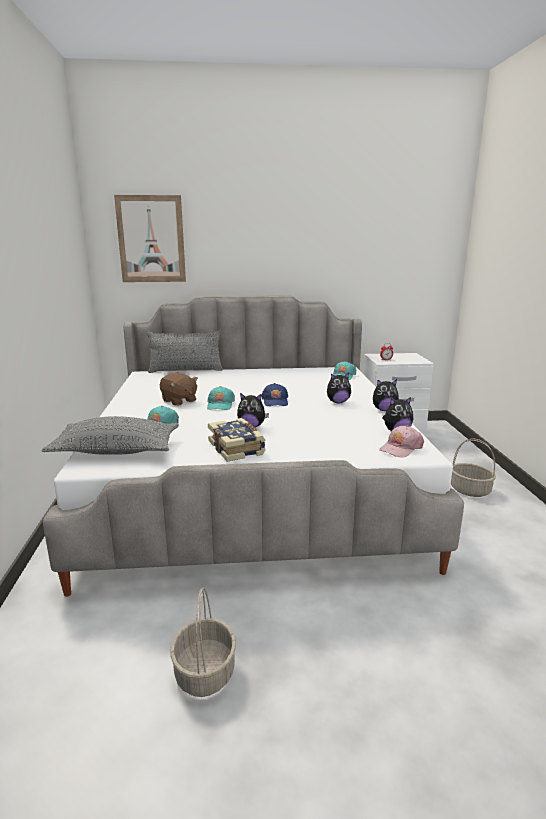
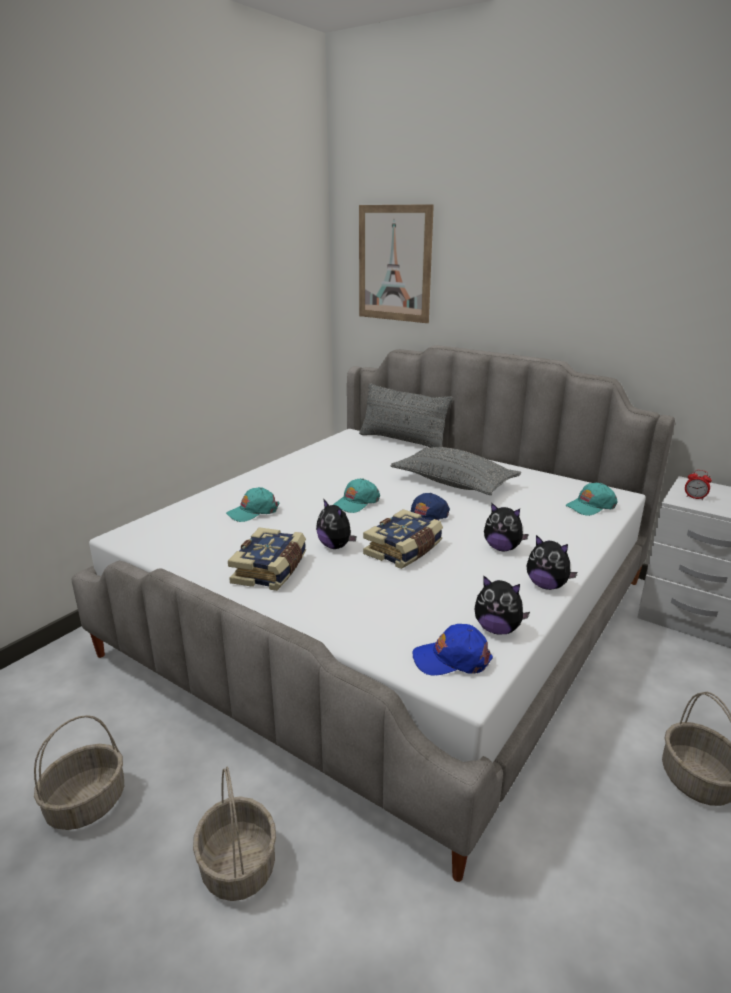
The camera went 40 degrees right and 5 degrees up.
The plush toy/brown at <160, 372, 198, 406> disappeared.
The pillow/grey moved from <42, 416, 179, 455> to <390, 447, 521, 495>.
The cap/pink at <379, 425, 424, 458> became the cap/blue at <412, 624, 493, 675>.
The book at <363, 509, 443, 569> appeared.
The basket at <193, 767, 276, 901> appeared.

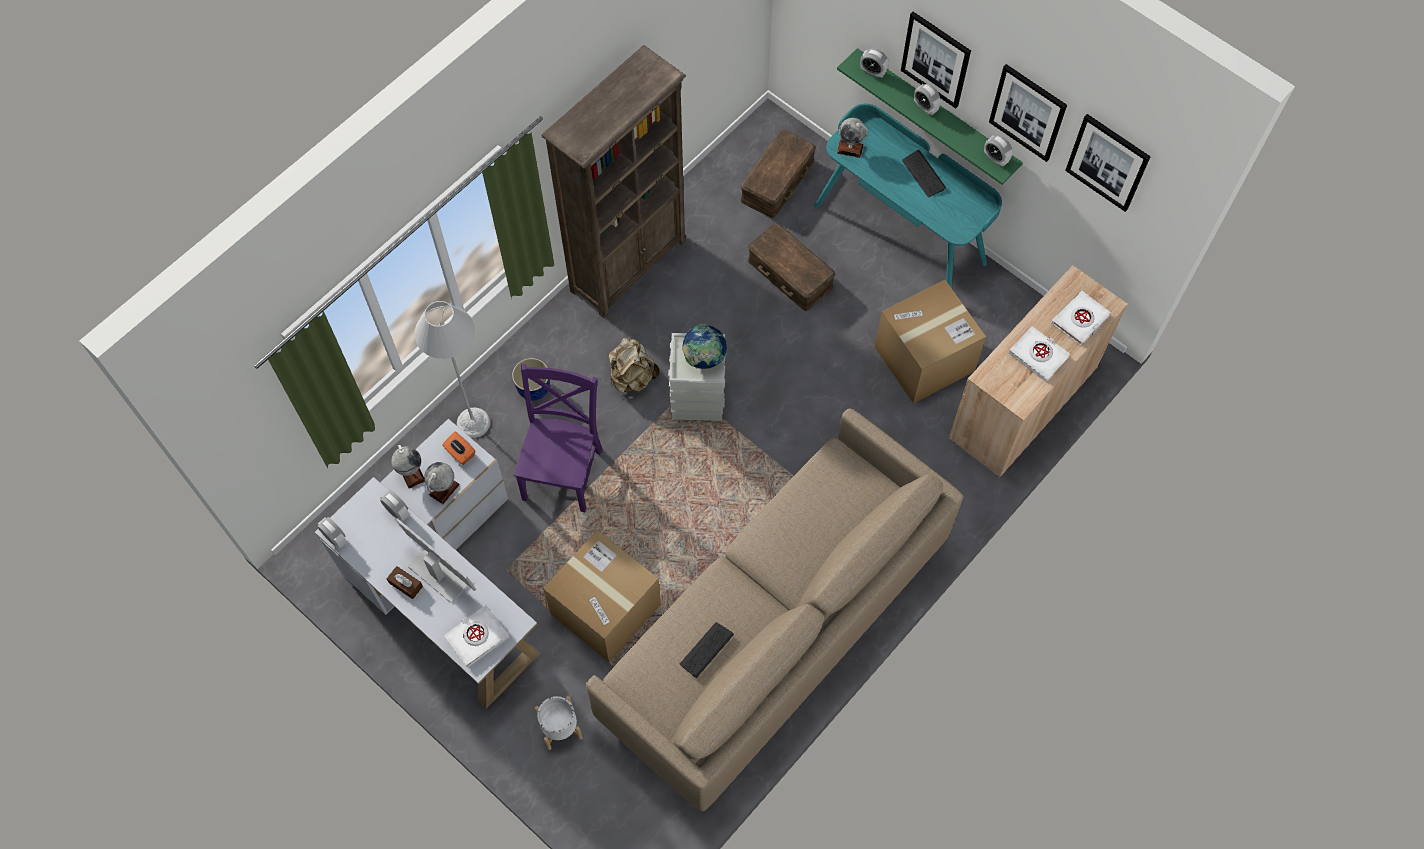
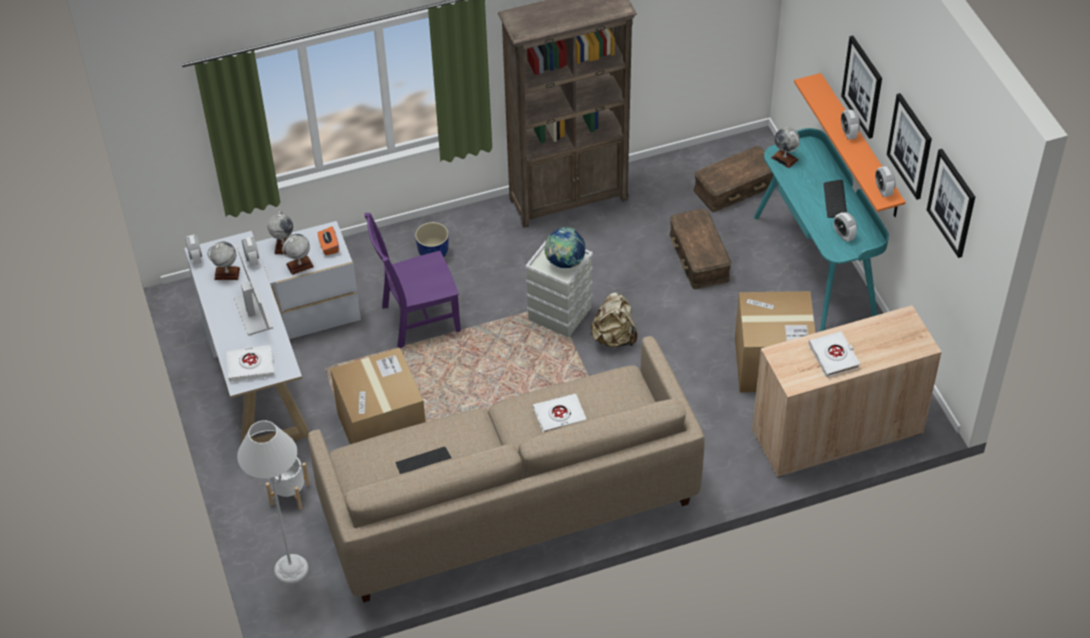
The camera went 30 degrees right and 15 degrees down.
The shelf/green at <837, 48, 1023, 185> became the shelf/orange at <794, 73, 906, 217>.
The alarm clock moved from <860, 48, 889, 78> to <834, 212, 857, 242>.
The book/white moved from <1051, 291, 1111, 346> to <533, 394, 587, 433>.
The floor lamp/grey moved from <415, 301, 490, 438> to <237, 420, 309, 584>.
The backpack/beige moved from <608, 338, 660, 392> to <590, 292, 637, 348>.
The chair/purple at <514, 364, 603, 512> turned 150 degrees counterclockwise.
The tissue box/brown at <387, 566, 423, 599> disappeared.
The globe at <208, 242, 240, 280> appeared.

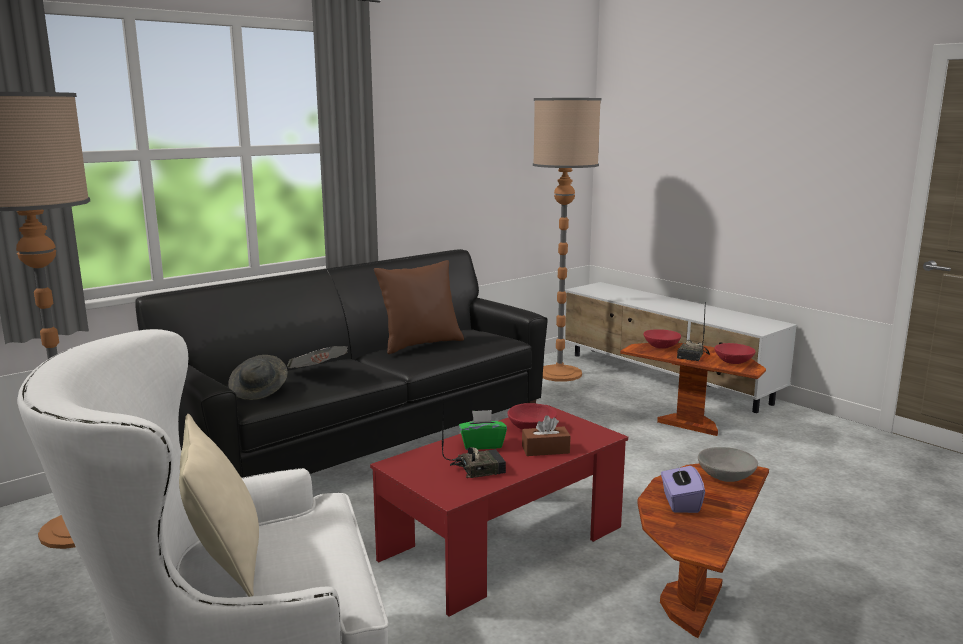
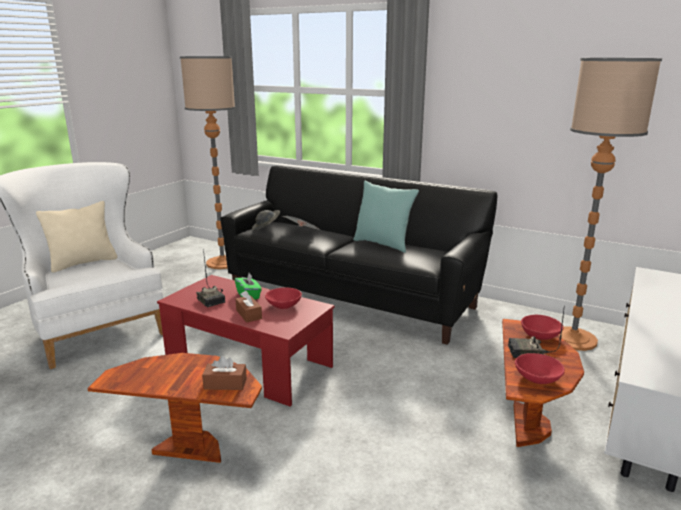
The camera went 70 degrees right and 5 degrees up.
The pillow/brown at <374, 260, 464, 354> became the pillow/turquoise at <353, 181, 419, 253>.
The bowl/grey at <698, 447, 758, 482> was replaced by the tissue box/brown at <202, 356, 247, 390>.
The tissue box/purple at <661, 464, 705, 513> disappeared.

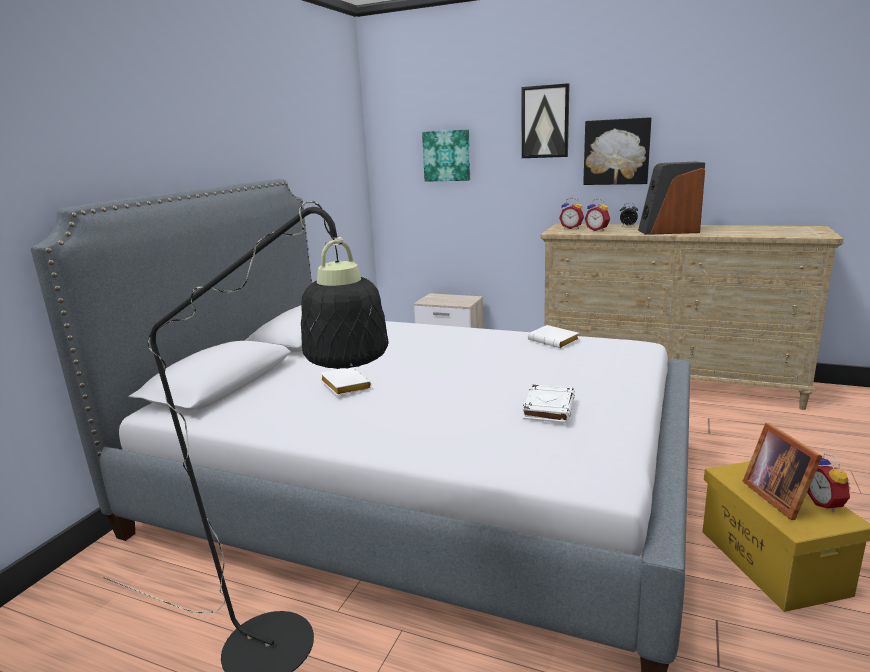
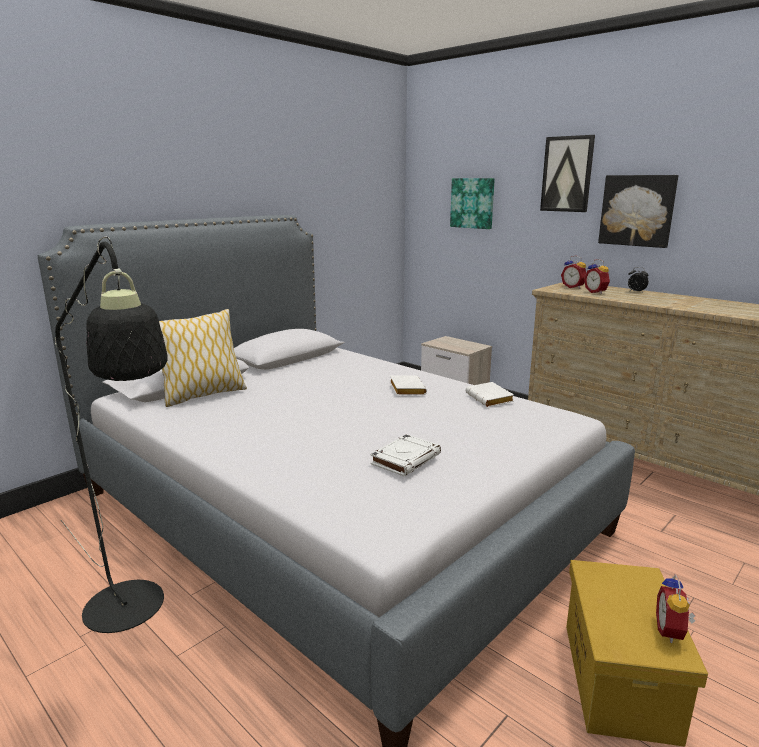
The camera went 20 degrees right and 0 degrees up.
The speaker at <638, 161, 705, 235> disappeared.
The book/white moved from <320, 367, 371, 396> to <390, 375, 427, 395>.
The picture frame at <742, 423, 822, 520> disappeared.
The pillow at <159, 309, 247, 407> appeared.

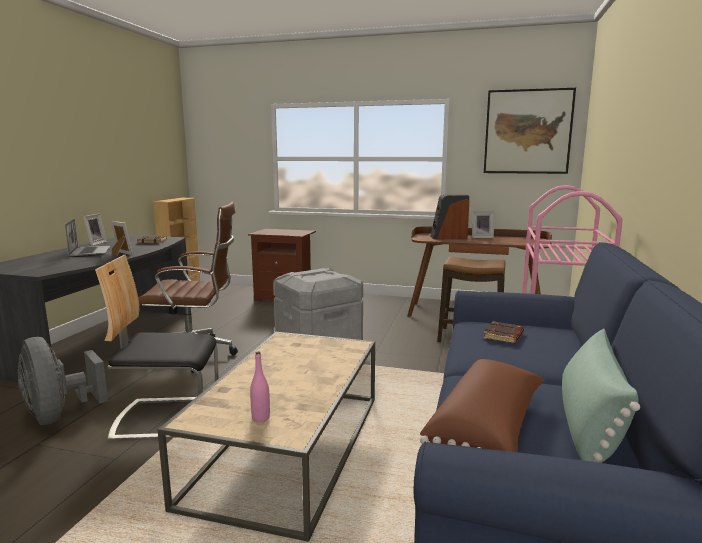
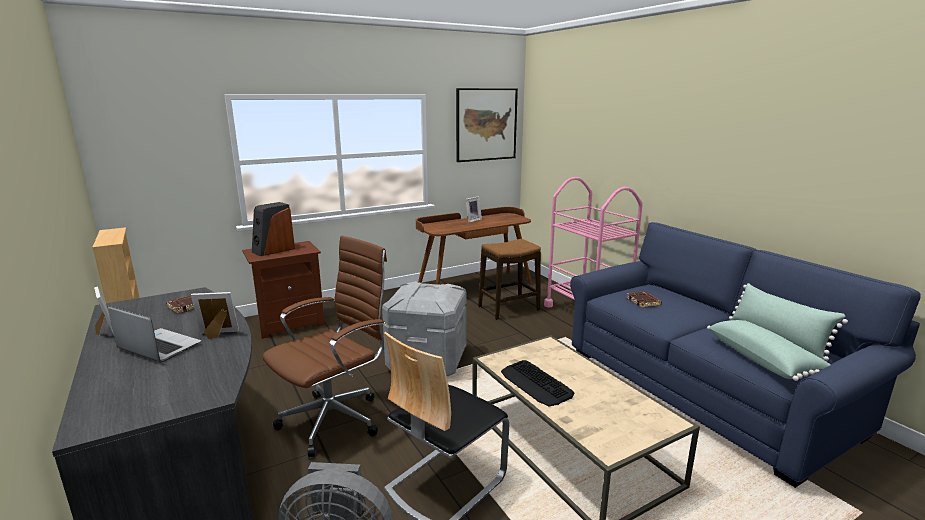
The camera went 45 degrees left and 5 degrees up.
The speaker moved from <430, 194, 469, 239> to <252, 202, 295, 256>.
The bottle/pink at <250, 352, 270, 422> disappeared.
The pillow/brown at <420, 359, 545, 452> became the pillow/green at <707, 320, 831, 381>.
The keyboard at <501, 360, 574, 406> appeared.

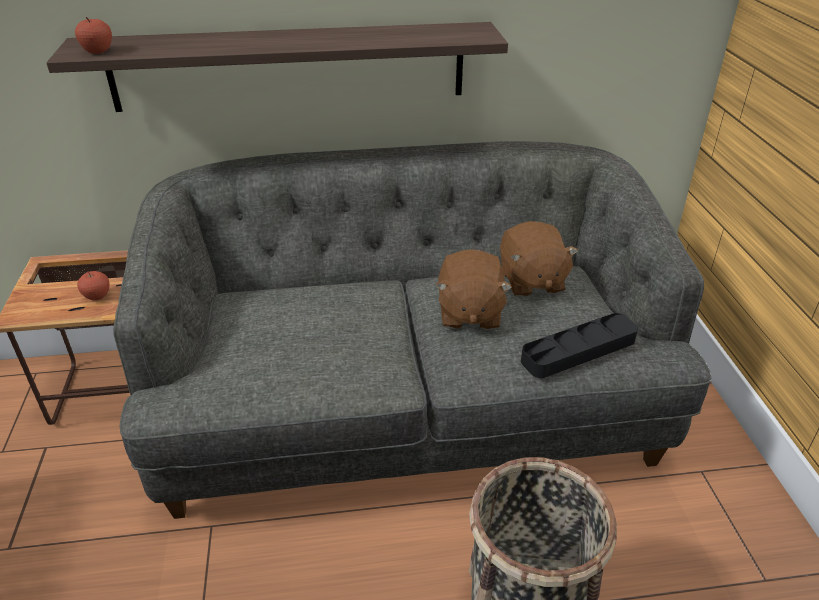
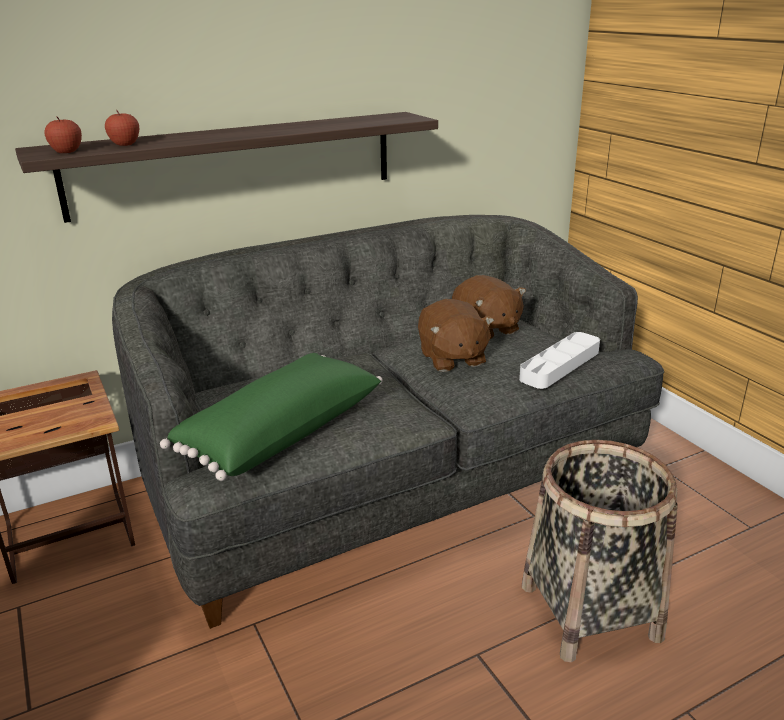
The camera went 20 degrees left and 10 degrees down.
The apple moved from <77, 271, 109, 300> to <105, 110, 139, 146>.
The tray/black at <521, 313, 638, 378> became the tray/white at <519, 332, 600, 389>.
The pillow/green at <160, 353, 383, 481> appeared.

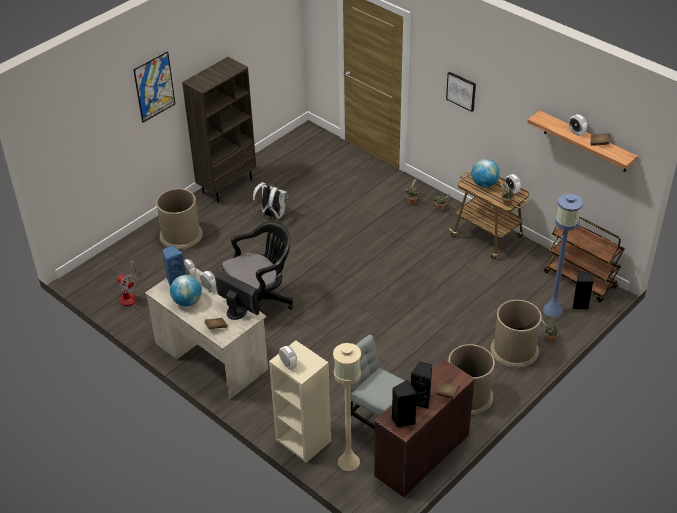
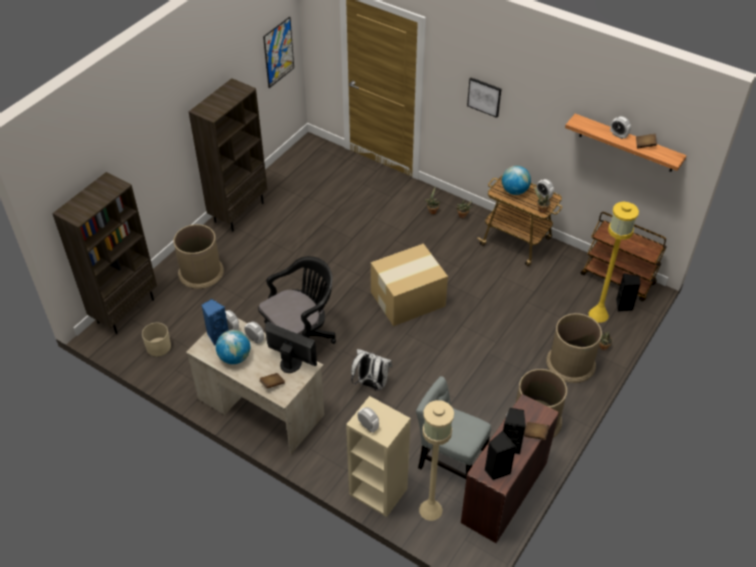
The camera went 10 degrees left and 5 degrees up.
The picture moved from <133, 51, 175, 123> to <263, 17, 294, 88>.
The backpack/white moved from <253, 182, 289, 219> to <351, 349, 392, 391>.
The floor lamp/blue at <543, 194, 583, 317> became the floor lamp/yellow at <589, 202, 639, 323>.
The fan at <117, 260, 139, 306> was replaced by the planter/beige at <142, 322, 171, 356>.
The bookcase/brown at <52, 172, 157, 334> appeared.
The cardboard box at <371, 243, 448, 326> appeared.

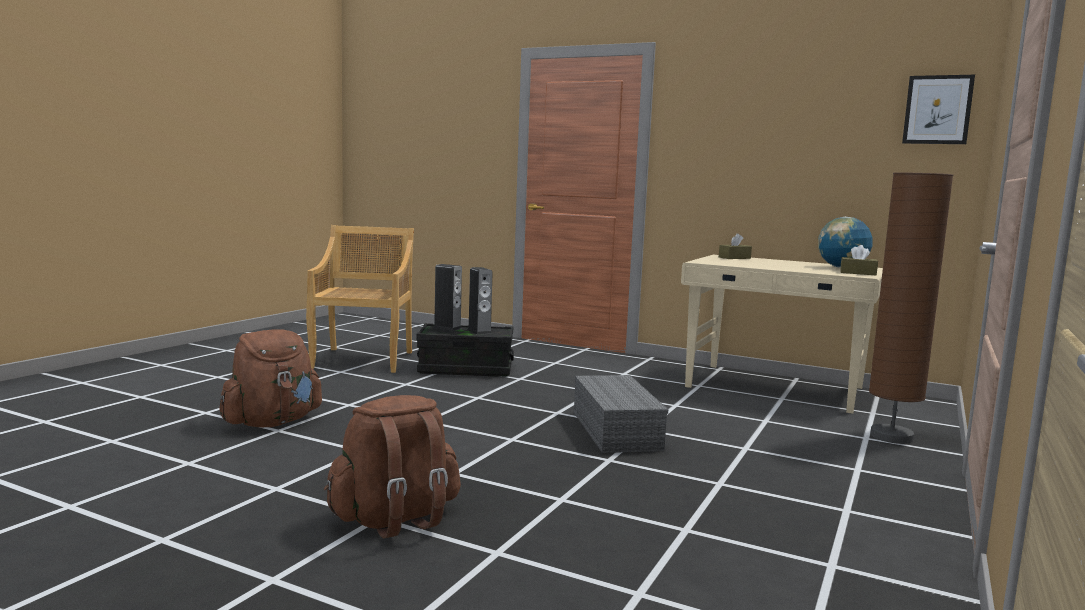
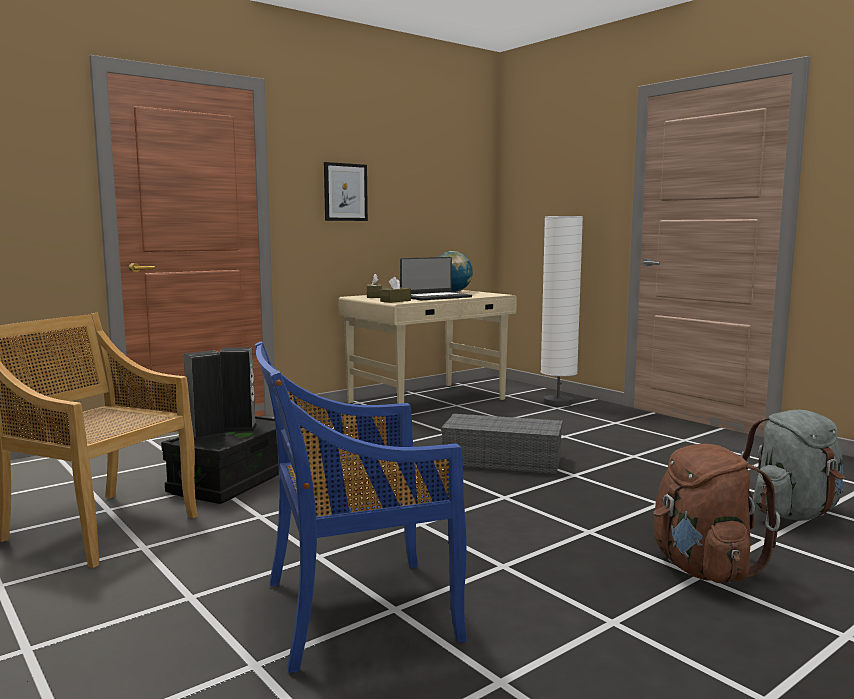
The camera went 65 degrees left and 0 degrees up.
The picture moved from <902, 75, 975, 144> to <324, 162, 368, 221>.
The floor lamp/brown at <869, 172, 953, 444> became the floor lamp/white at <541, 216, 583, 407>.
The tissue box/brown moved from <840, 245, 878, 275> to <380, 277, 411, 303>.
The backpack/brown at <219, 329, 322, 427> was replaced by the chair/blue at <255, 341, 467, 673>.
The laptop at <400, 257, 472, 300> appeared.
The backpack/grey at <740, 410, 844, 521> appeared.

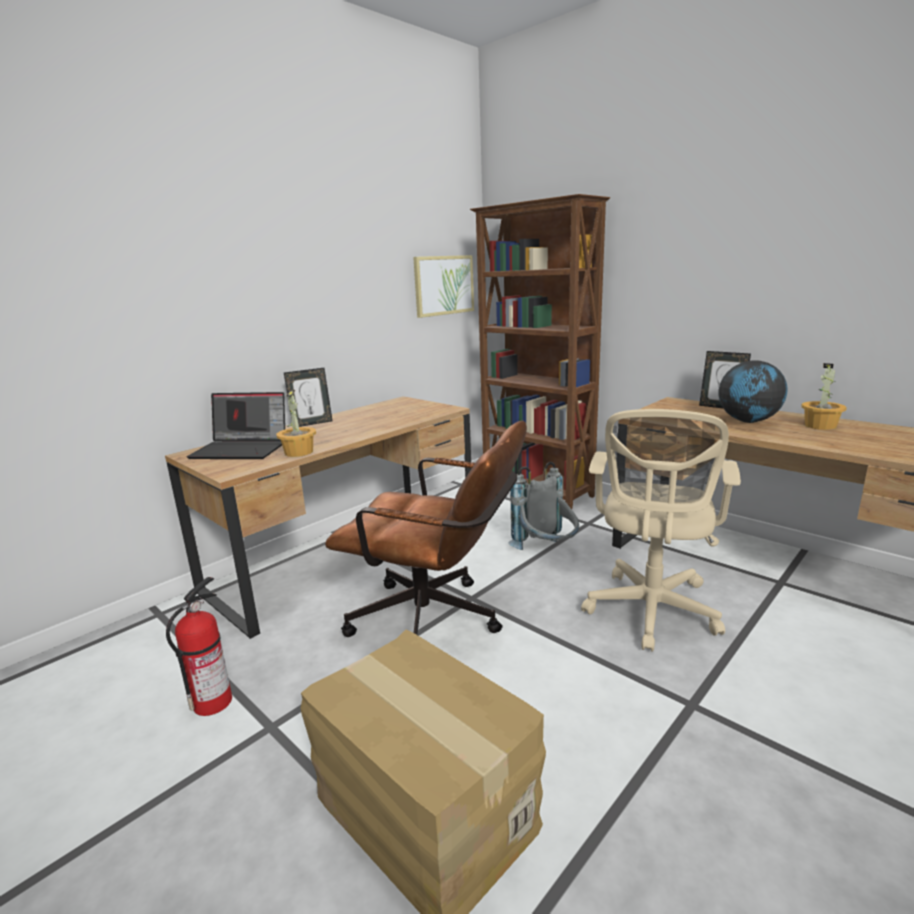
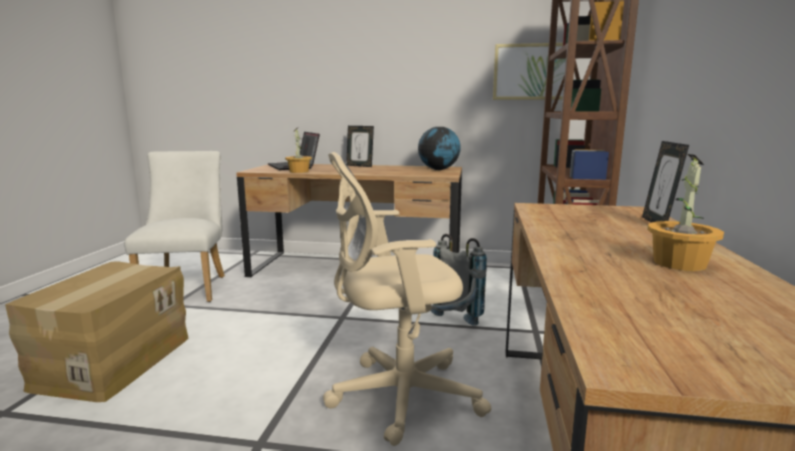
The camera went 55 degrees right and 5 degrees down.
The globe moved from <719, 360, 788, 423> to <418, 127, 461, 170>.
The office chair/brown at <325, 421, 527, 637> disappeared.
The fire extinguisher at <166, 577, 232, 716> was replaced by the chair/white at <124, 151, 225, 302>.

